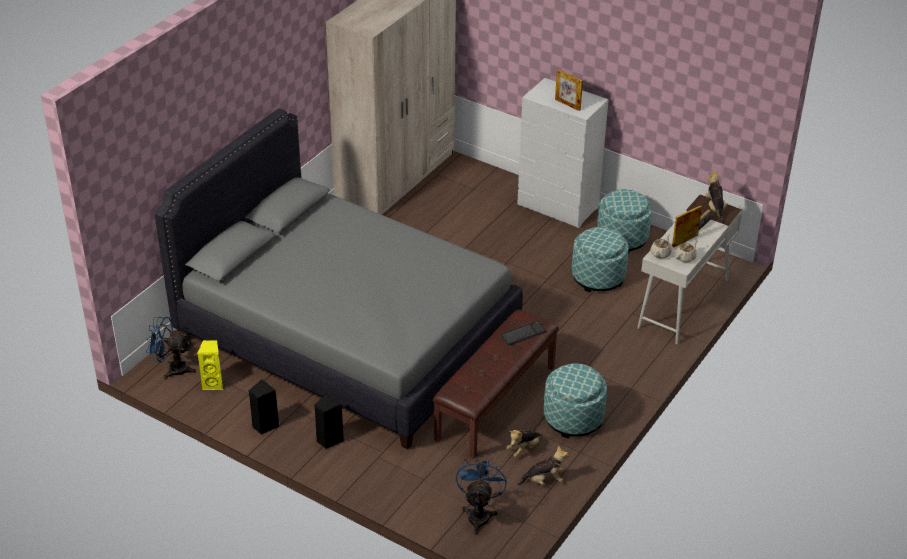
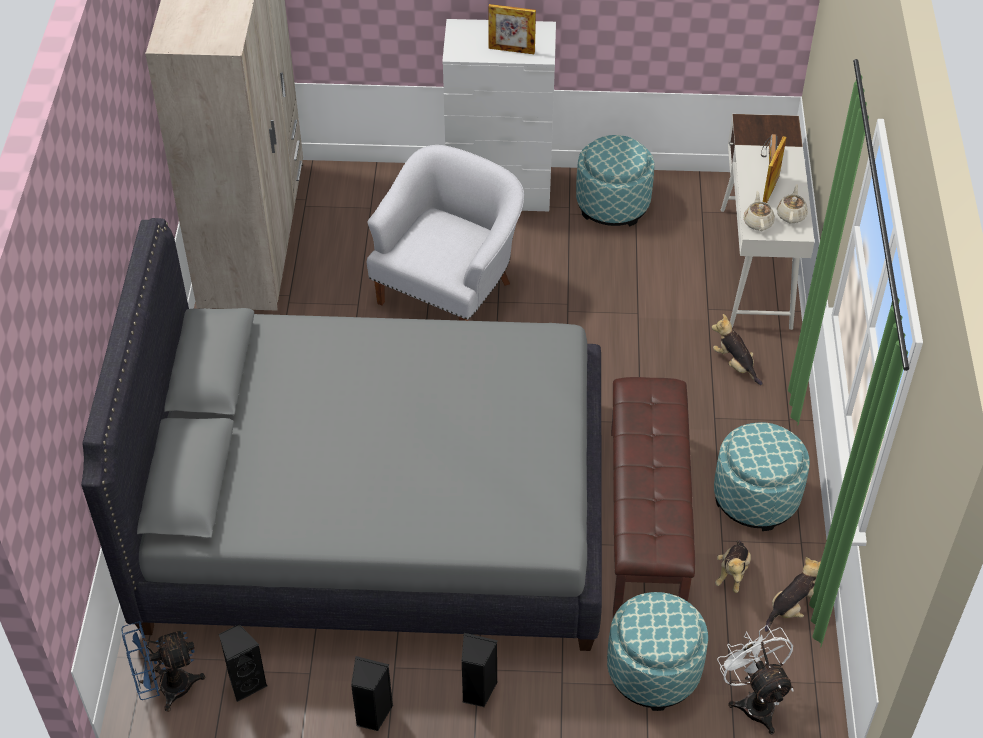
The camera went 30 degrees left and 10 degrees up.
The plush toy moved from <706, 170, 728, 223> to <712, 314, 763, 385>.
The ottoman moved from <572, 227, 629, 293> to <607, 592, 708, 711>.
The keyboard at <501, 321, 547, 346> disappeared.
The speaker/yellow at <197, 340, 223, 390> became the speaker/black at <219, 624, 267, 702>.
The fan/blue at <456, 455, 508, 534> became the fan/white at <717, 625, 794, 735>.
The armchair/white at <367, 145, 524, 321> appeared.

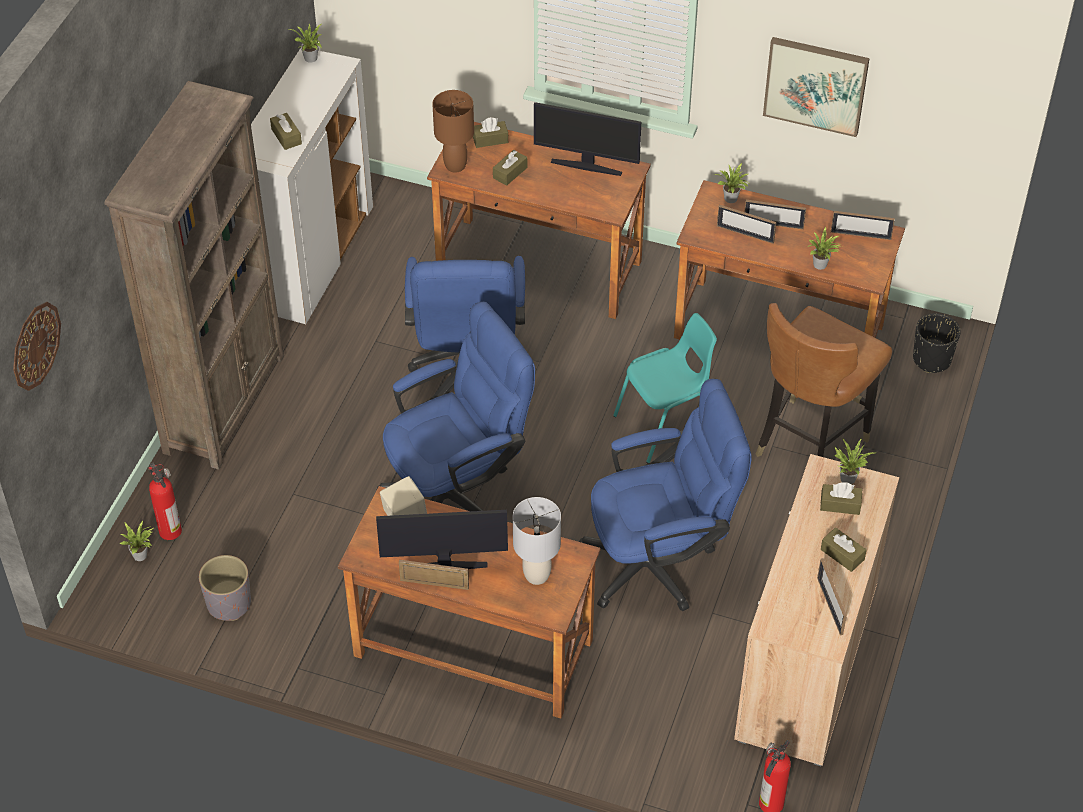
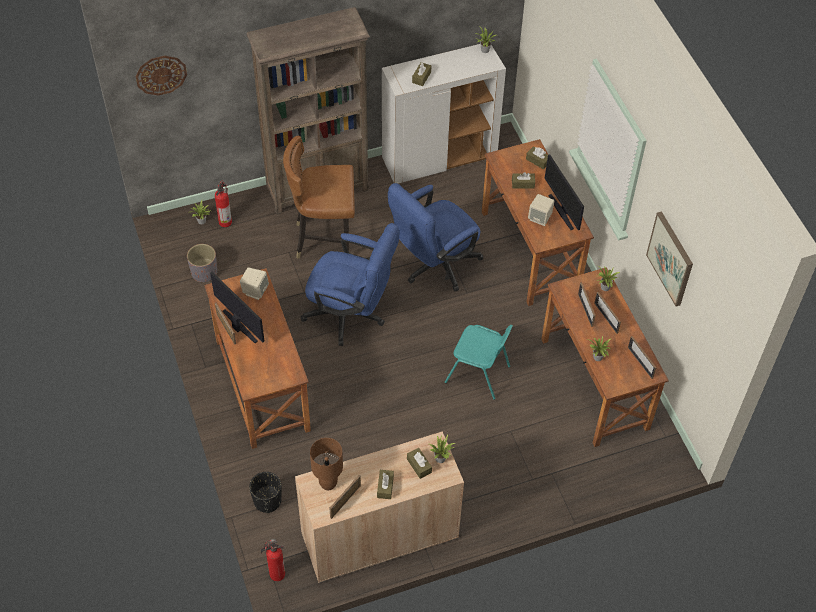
The camera went 50 degrees right and 5 degrees up.
The table lamp/brown moved from <432, 90, 474, 173> to <310, 438, 343, 490>.
The chair/brown moved from <755, 303, 892, 457> to <283, 135, 355, 259>.
The planter/black moved from <913, 313, 961, 373> to <249, 472, 281, 513>.
The office chair/blue at <579, 379, 752, 611> disappeared.
The table lamp/grey at <513, 497, 561, 585> disappeared.
The speaker/beige at <528, 194, 555, 226> appeared.

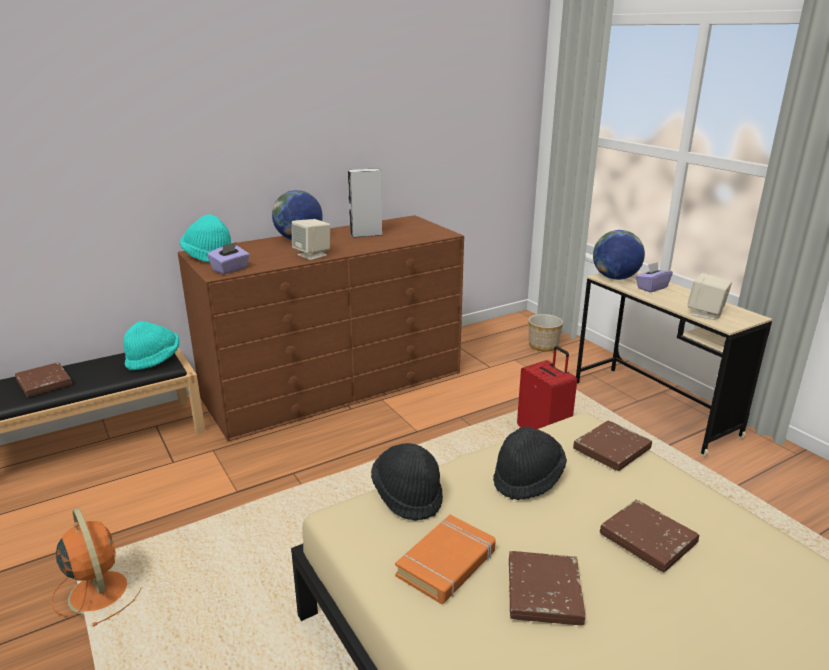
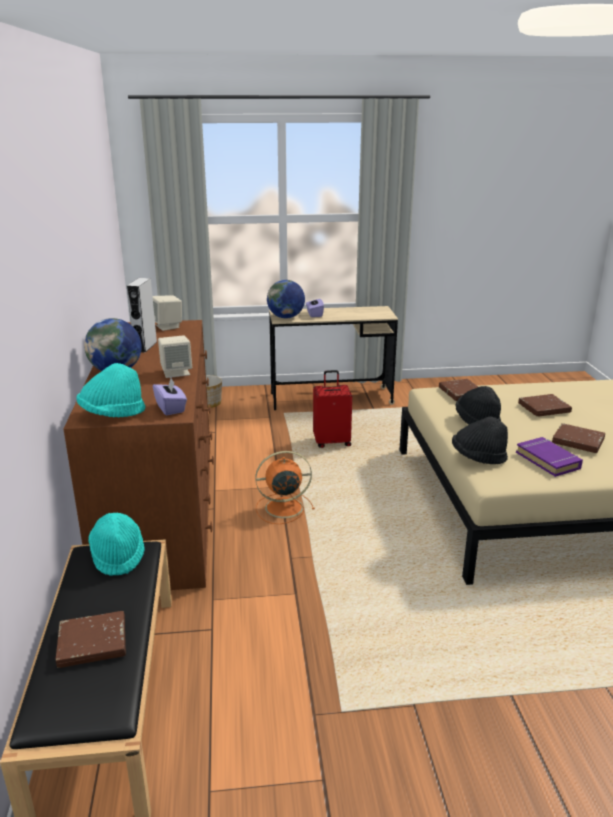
The camera went 65 degrees left and 0 degrees up.
The speaker/beige moved from <688, 273, 732, 320> to <153, 295, 182, 331>.
The fan/orange moved from <51, 508, 141, 627> to <255, 451, 315, 524>.
The book/orange at <395, 515, 496, 604> became the book/purple at <516, 437, 583, 477>.

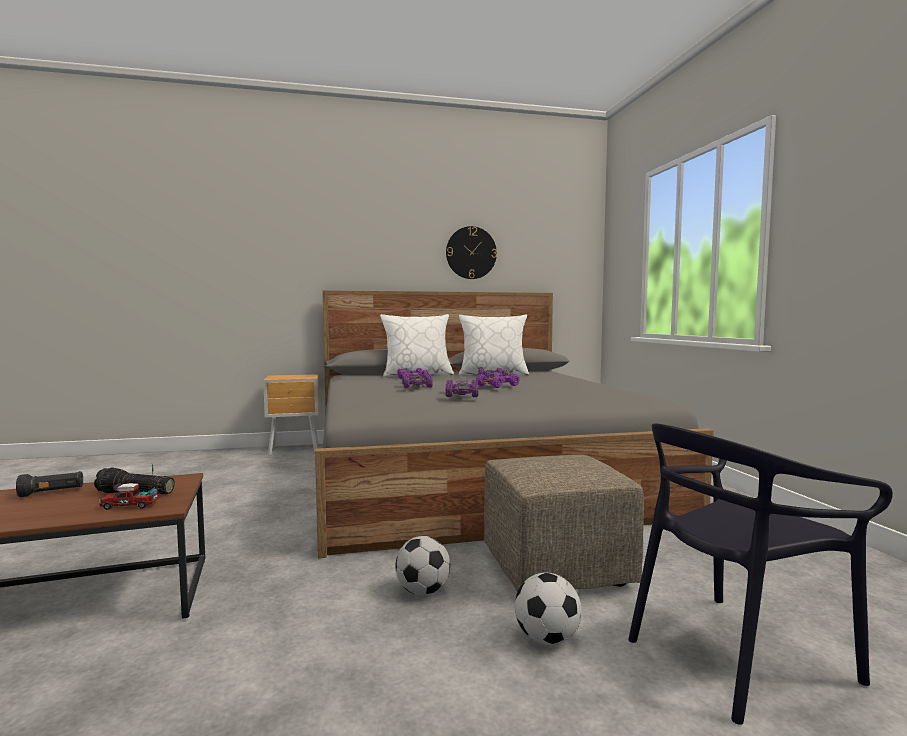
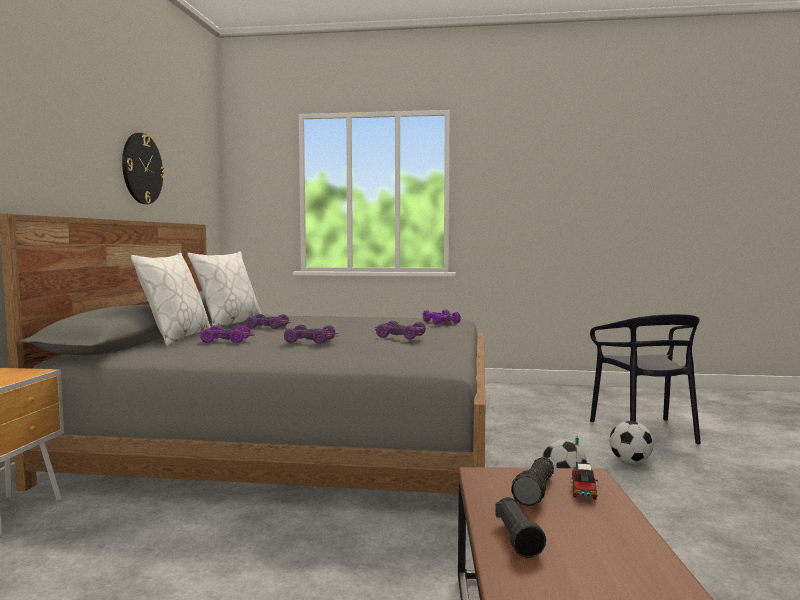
The camera went 70 degrees left and 0 degrees up.
The toy car/purple moved from <476, 373, 520, 388> to <423, 310, 461, 324>.
The ottoman/beige at <484, 455, 644, 592> disappeared.

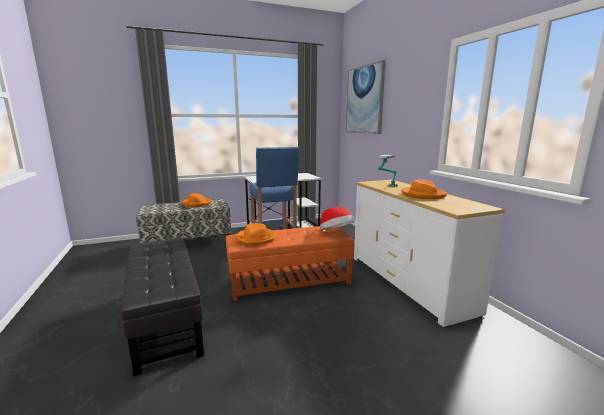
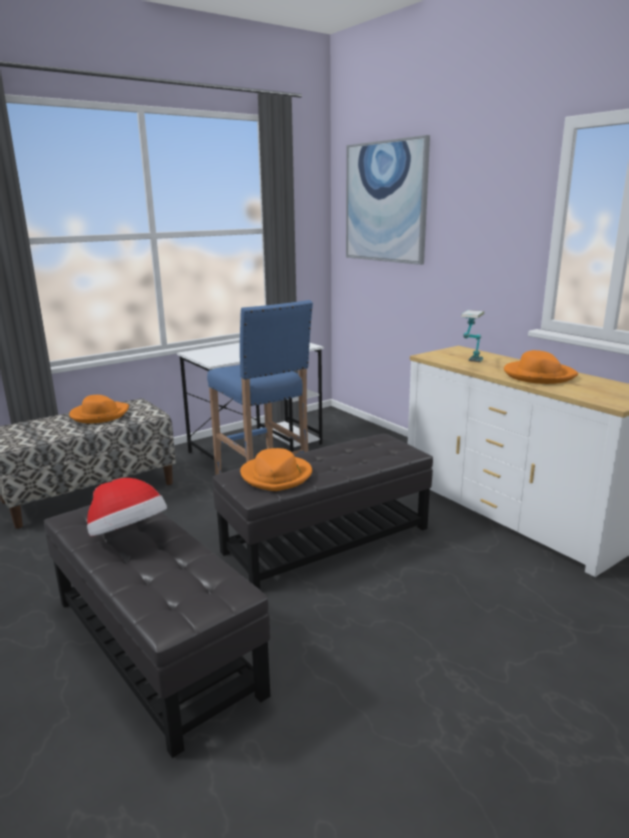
The camera went 15 degrees left and 5 degrees up.
The hat moved from <320, 207, 355, 230> to <87, 478, 167, 537>.
The ottoman/orange at <226, 226, 354, 301> became the ottoman/black at <213, 434, 433, 589>.

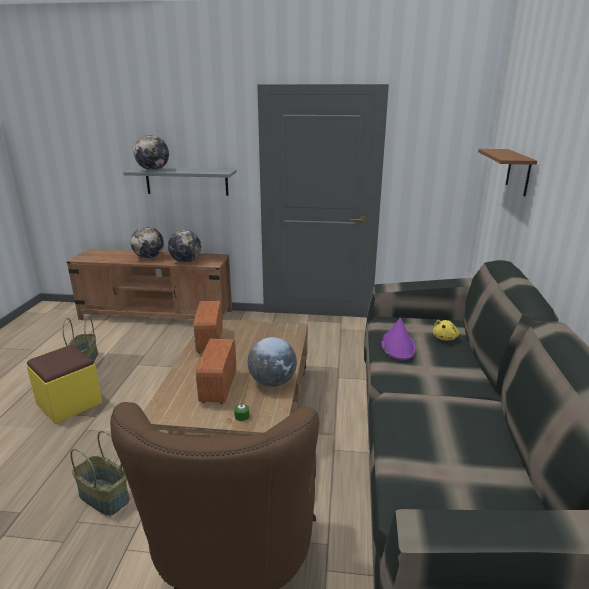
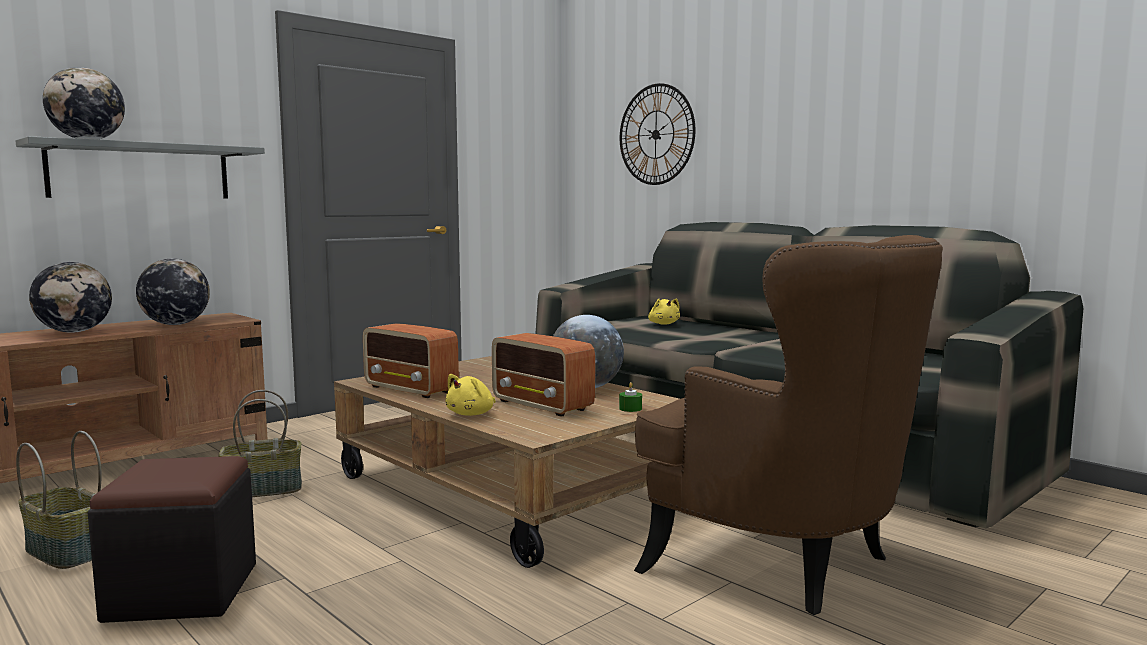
The camera went 50 degrees left and 15 degrees down.
The shelf/brown at <478, 149, 537, 197> was replaced by the wall clock at <620, 83, 695, 185>.
The hat/purple at <381, 317, 416, 360> disappeared.
The ottoman/yellow at <27, 345, 102, 424> became the ottoman/black at <88, 456, 256, 623>.
The basket moved from <70, 431, 130, 516> to <218, 390, 302, 497>.
The plush toy/yellow at <445, 374, 496, 416> appeared.

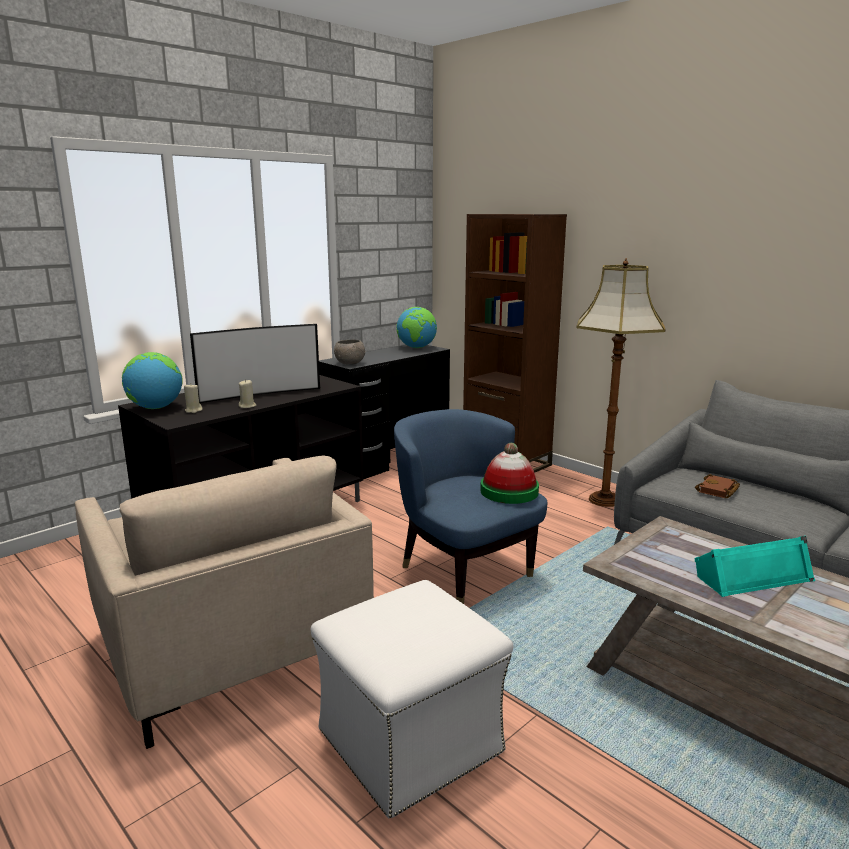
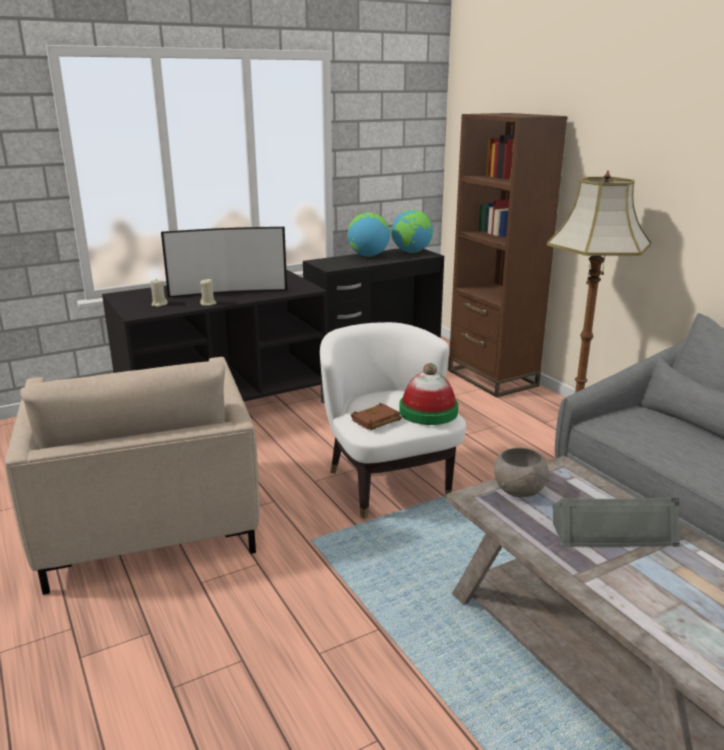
The camera went 15 degrees right and 5 degrees up.
The bowl/grey moved from <334, 340, 365, 365> to <494, 448, 549, 497>.
The globe moved from <122, 352, 183, 409> to <347, 213, 390, 257>.
The armchair/blue at <394, 409, 547, 604> became the armchair/white at <320, 322, 466, 519>.
The book/brown moved from <695, 474, 740, 498> to <351, 403, 402, 430>.
The speaker/turquoise at <694, 536, 815, 597> became the speaker/grey at <552, 498, 680, 547>.
The ottoman/white at <311, 580, 514, 819> disappeared.

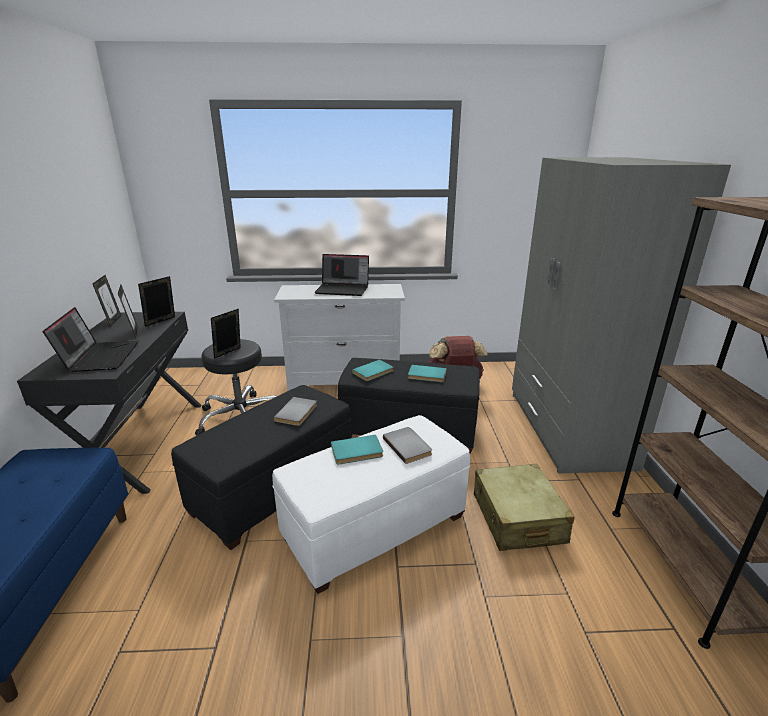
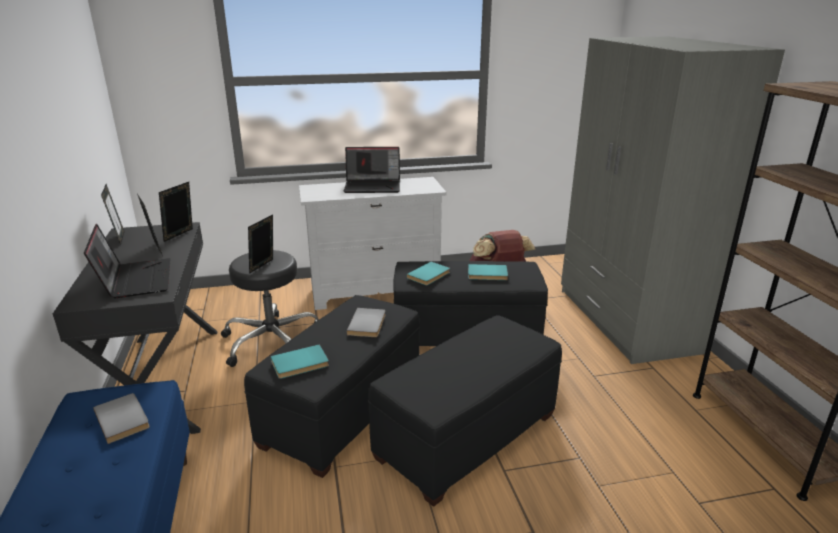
The camera went 10 degrees left and 0 degrees up.
The ottoman/white at <272, 415, 470, 594> became the ottoman/black at <368, 315, 562, 507>.
The book/grey moved from <383, 427, 432, 464> to <93, 393, 150, 444>.
The book/turquoise moved from <331, 435, 383, 464> to <271, 344, 329, 379>.
The suitcase/beige at <474, 464, 575, 551> disappeared.

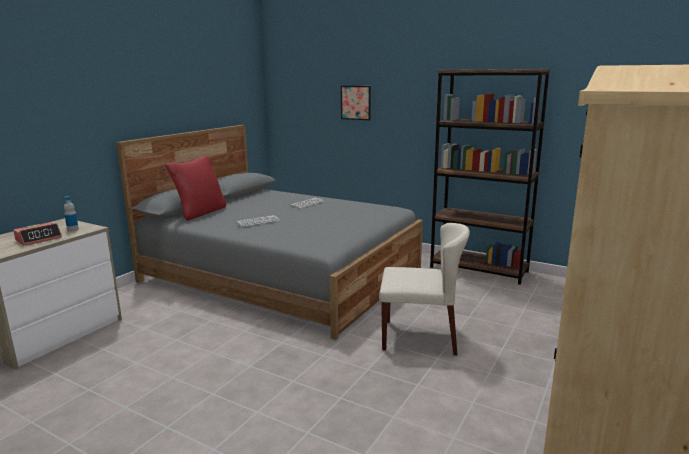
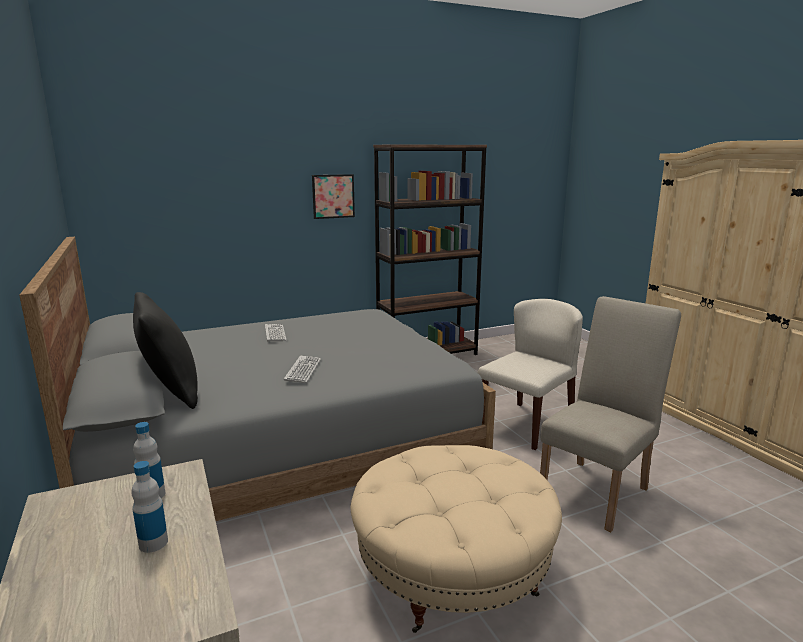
The camera went 55 degrees left and 0 degrees up.
The picture moved from <341, 86, 371, 120> to <312, 174, 355, 219>.
The pillow/red at <166, 155, 226, 221> became the pillow/black at <133, 292, 198, 409>.
The alarm clock at <13, 222, 62, 246> was replaced by the bottle at <131, 461, 168, 553>.
The chair/beige at <540, 296, 681, 532> appeared.
The ottoman/beige at <350, 445, 562, 633> appeared.

